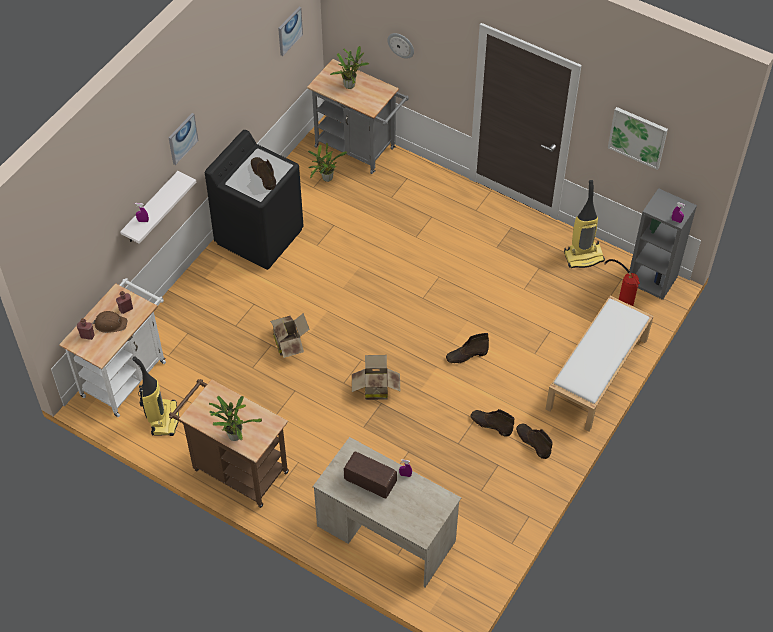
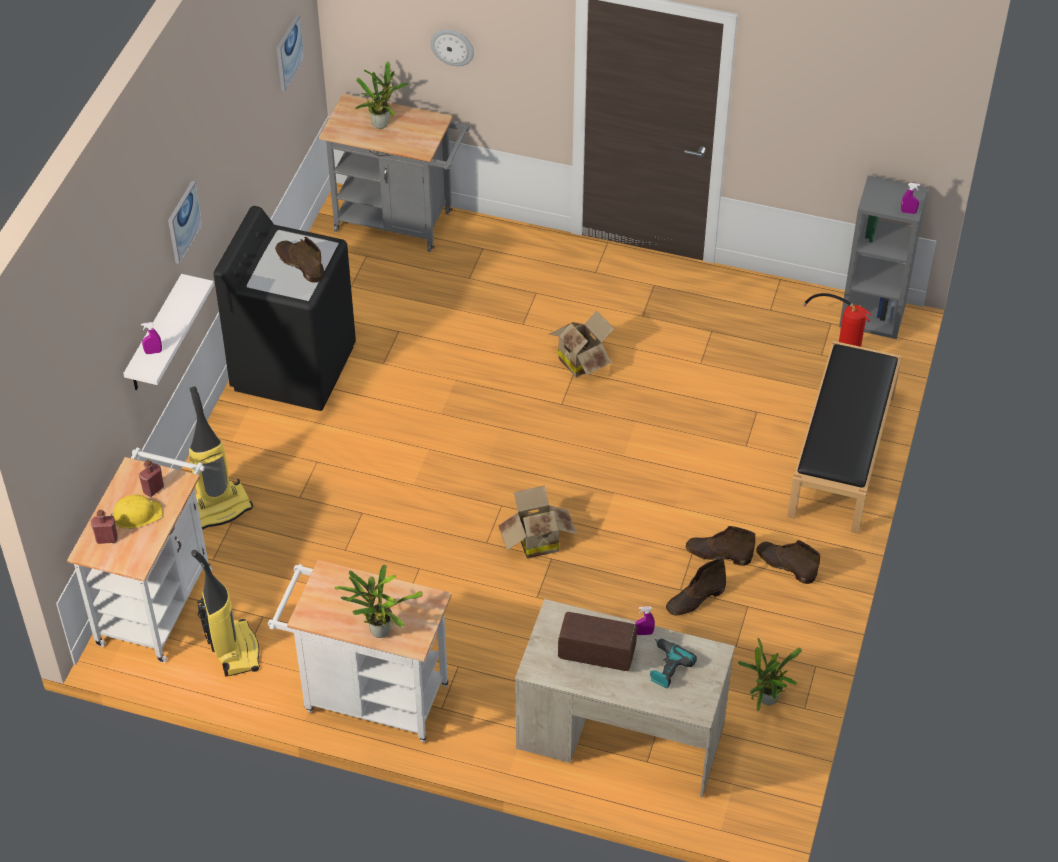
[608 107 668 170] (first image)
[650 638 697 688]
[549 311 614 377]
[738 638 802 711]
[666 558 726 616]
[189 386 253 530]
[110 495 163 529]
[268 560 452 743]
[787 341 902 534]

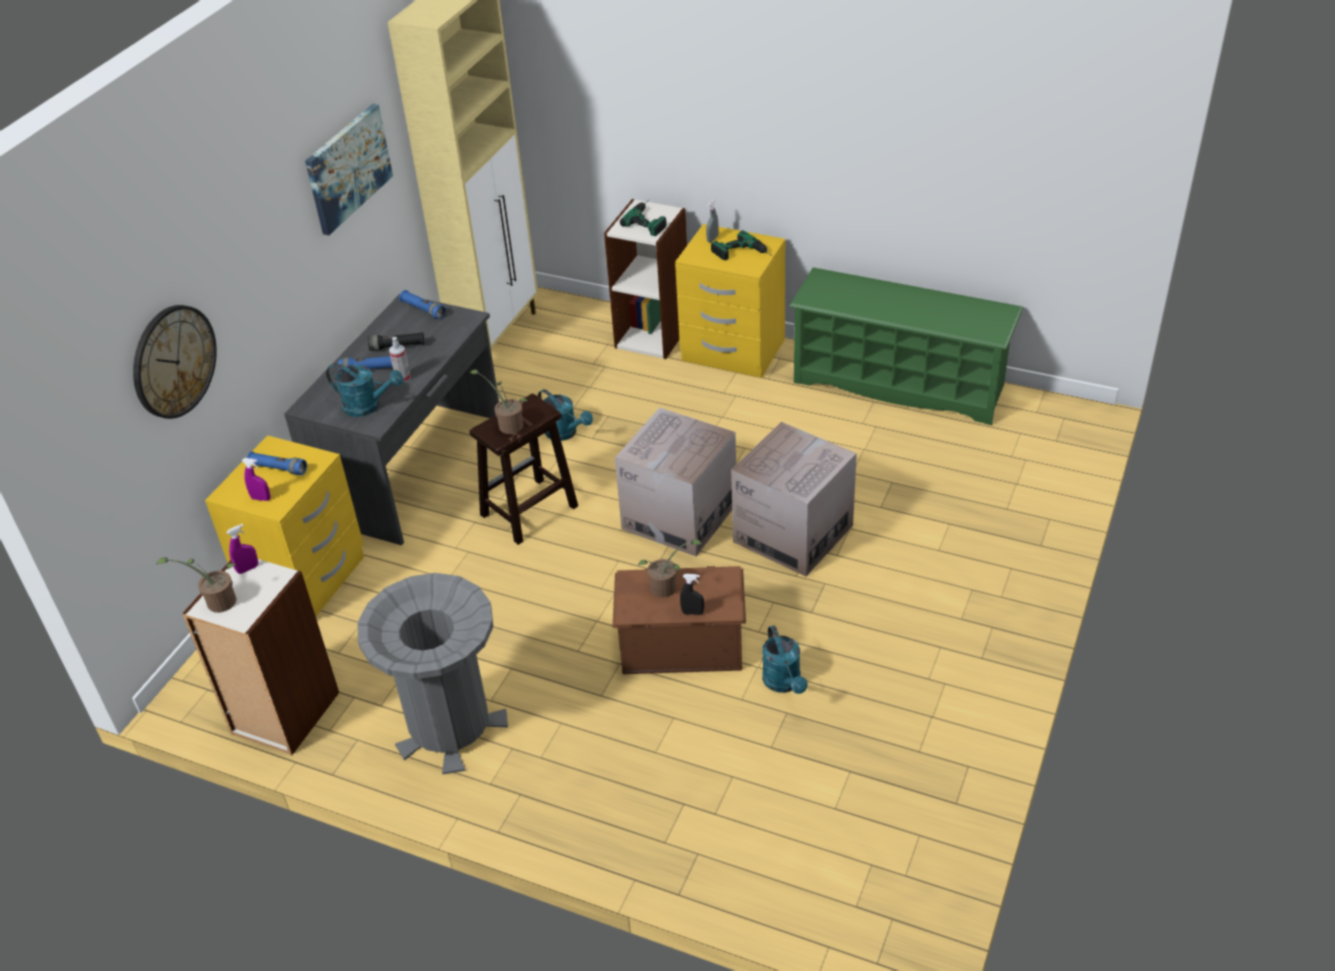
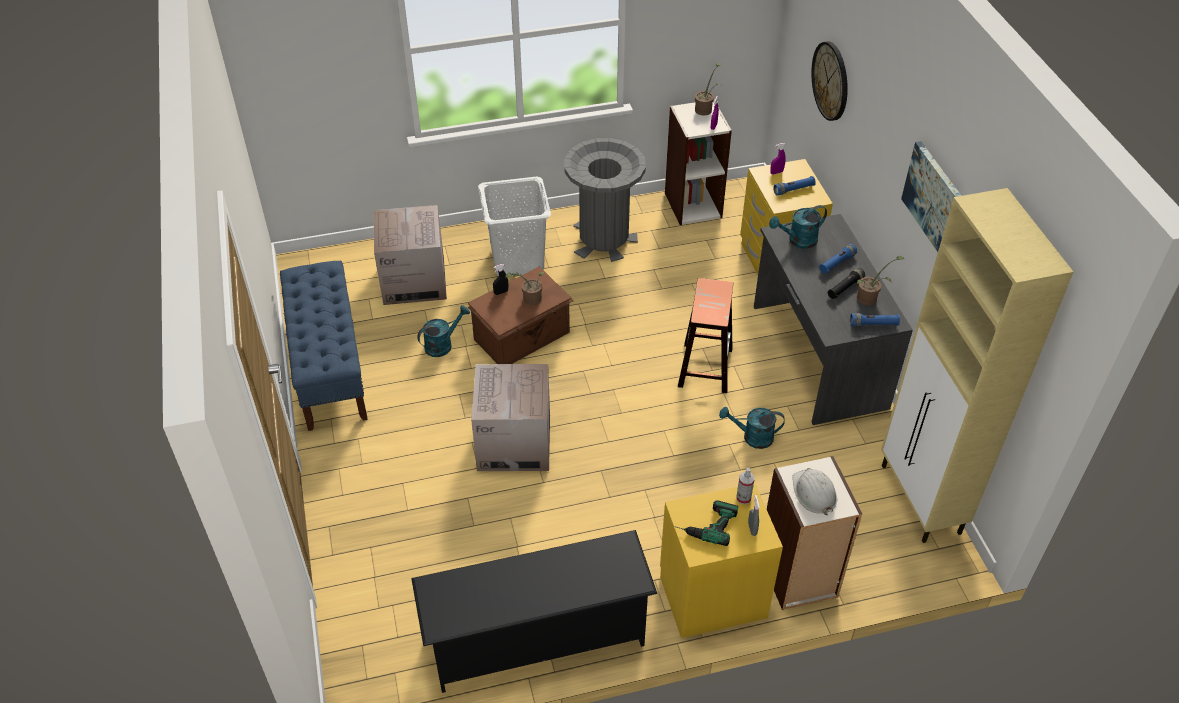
[280 261 368 431]
[478 177 551 276]
[736 468 754 505]
[857 256 904 305]
[374 205 447 305]
[792 468 837 515]
[411 530 657 693]
[417 305 470 357]

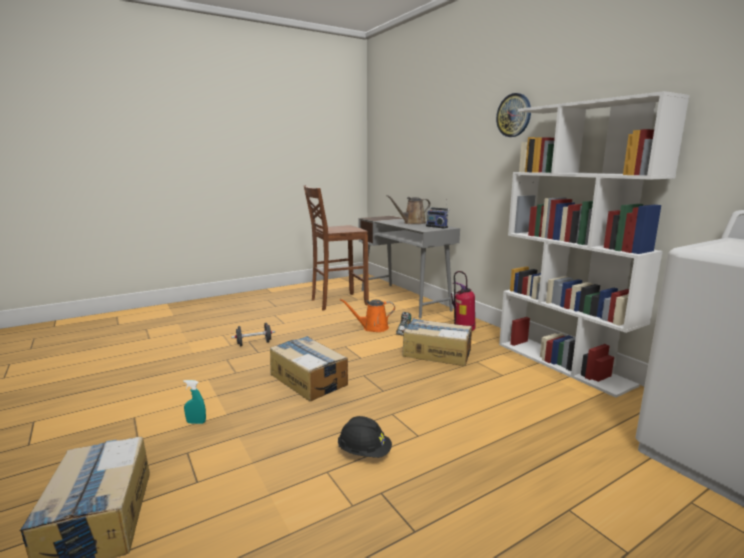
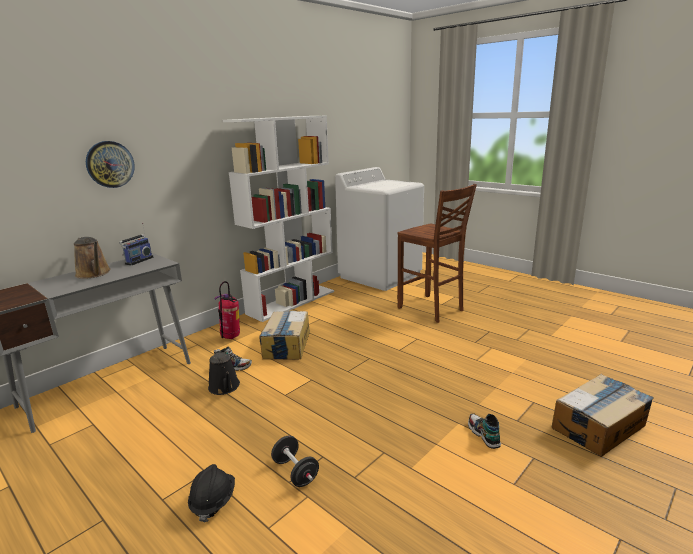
[270 336 348 401] (first image)
[398 184 477 323]
[188 464 235 522]
[86 141 135 188]
[468 414 501 449]
[208 349 240 395]

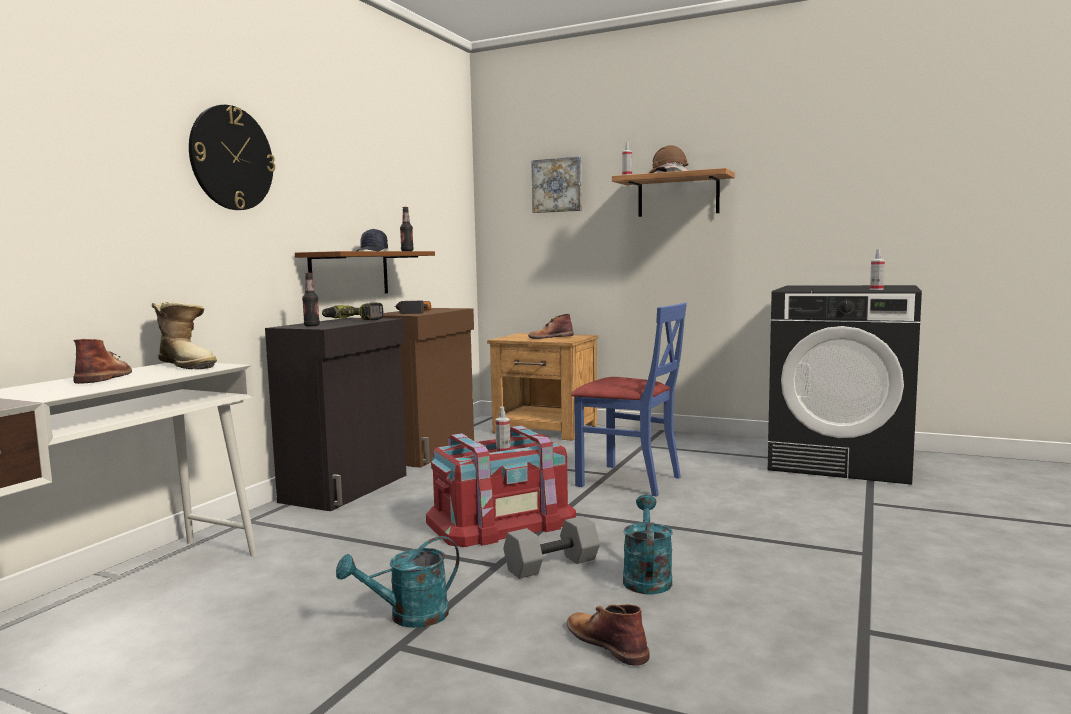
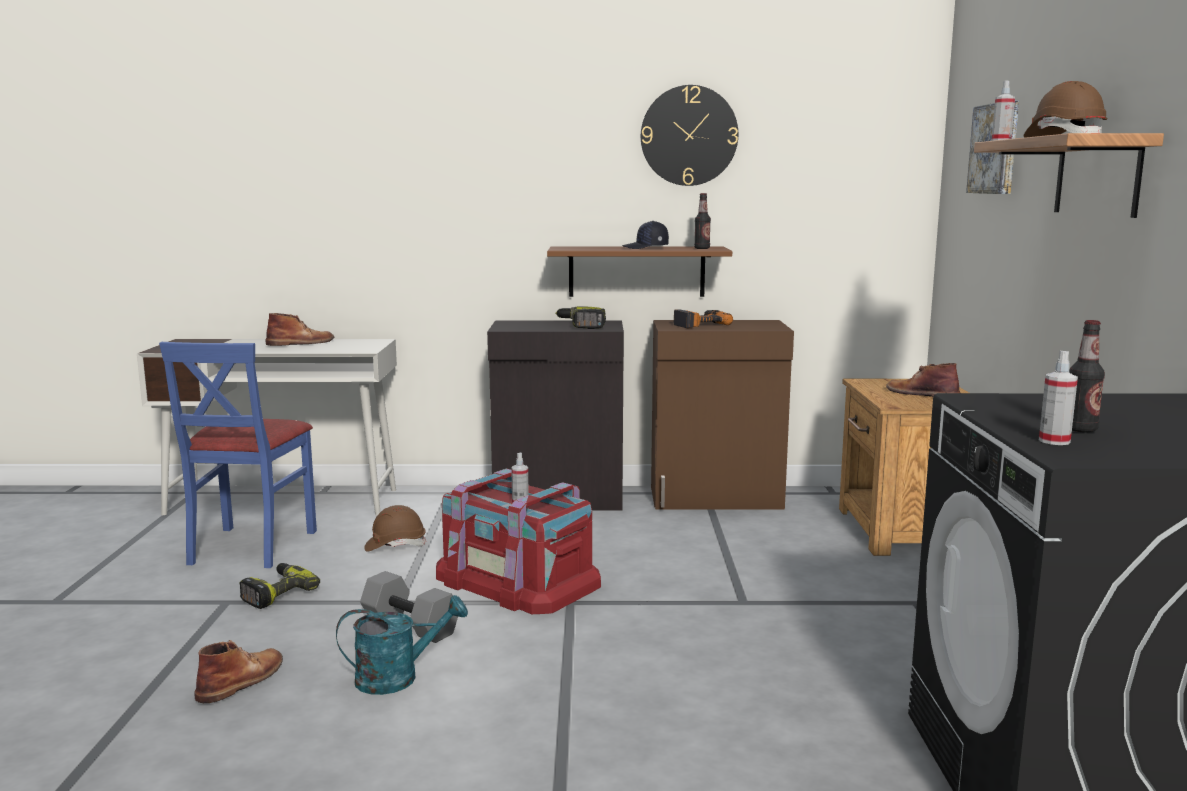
[152 301 217 370] (first image)
[364 505 426 552]
[641 85 738 186]
[1069 320 1105 432]
[159 342 317 568]
[239 563 320 609]

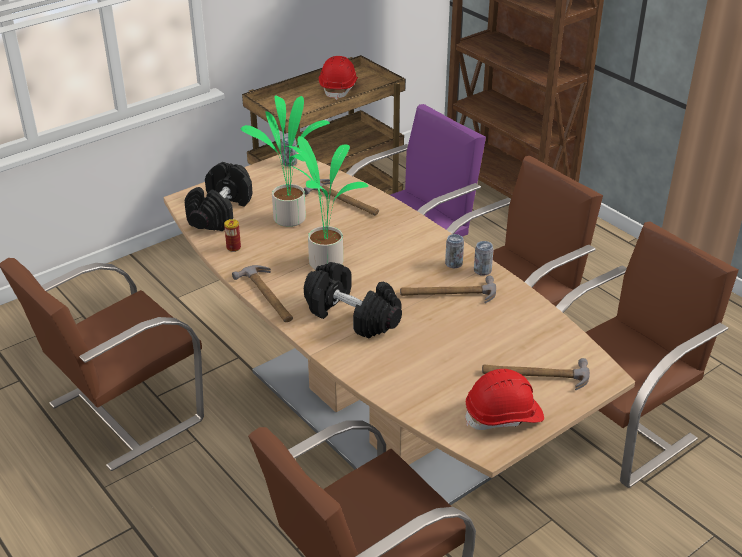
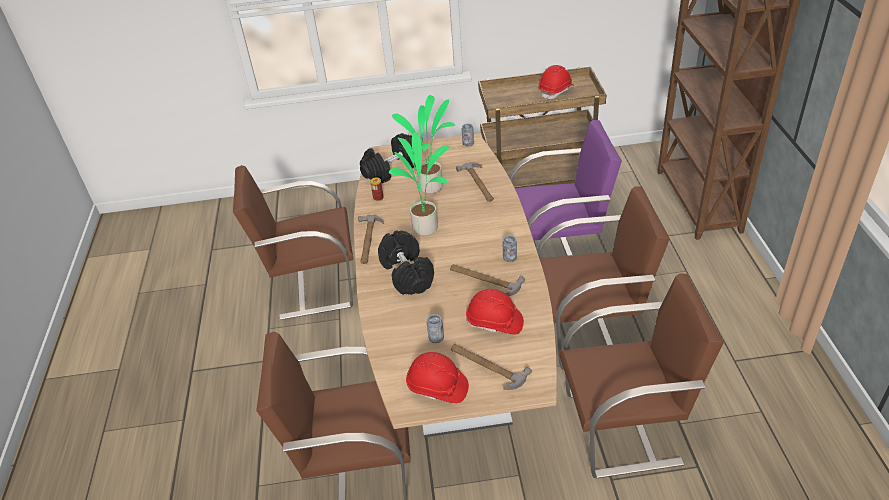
[466 289 524 334]
[427 314 444 343]

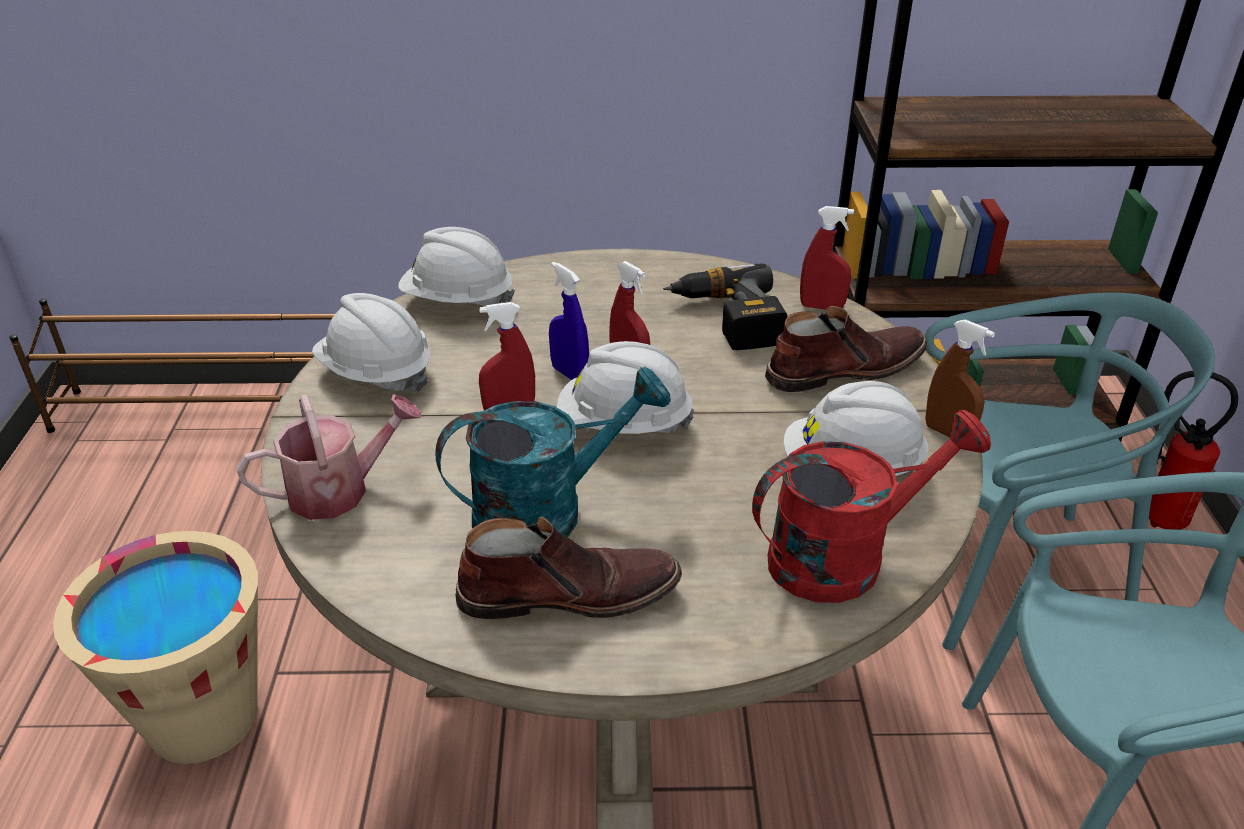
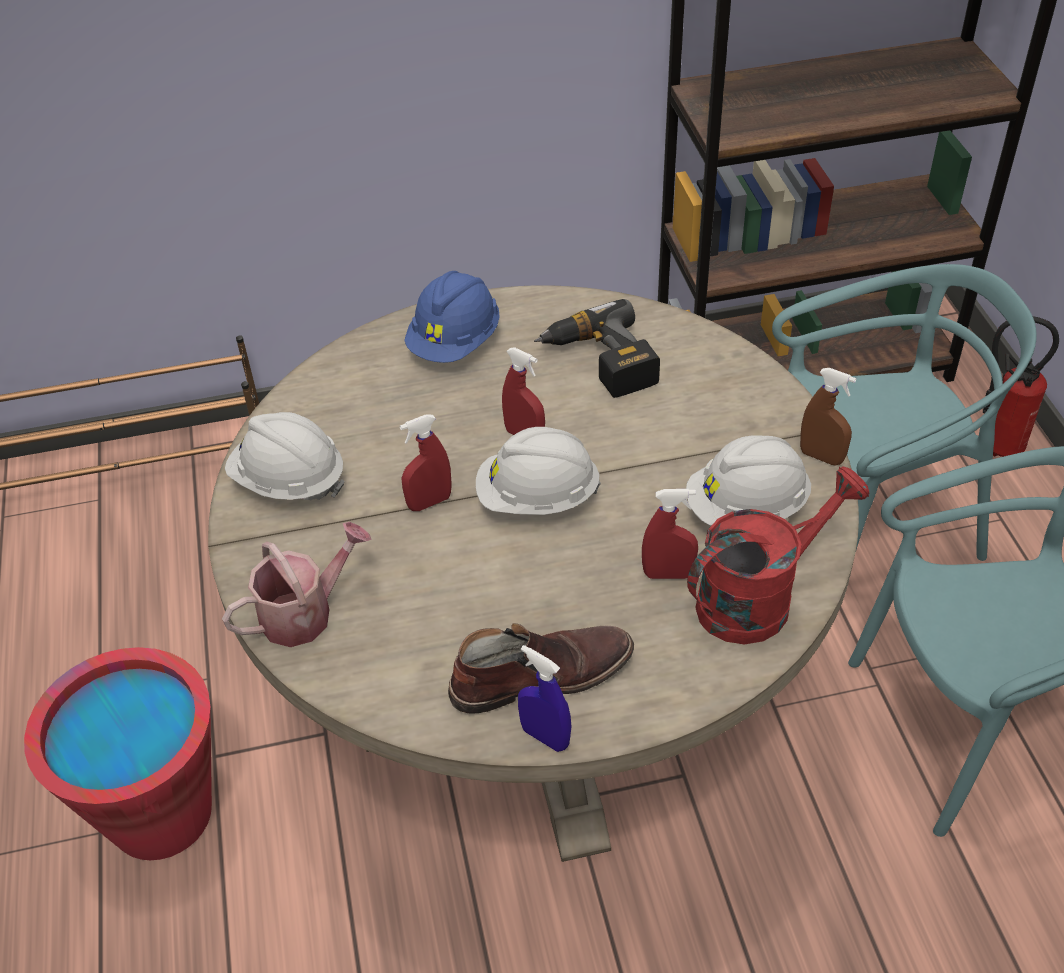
[398 227 515 306] (first image)
[435 367 671 537] (first image)
[765 306 927 392] (first image)
[404 271 500 363]
[518 645 572 752]
[642 489 698 579]
[24 647 212 860]

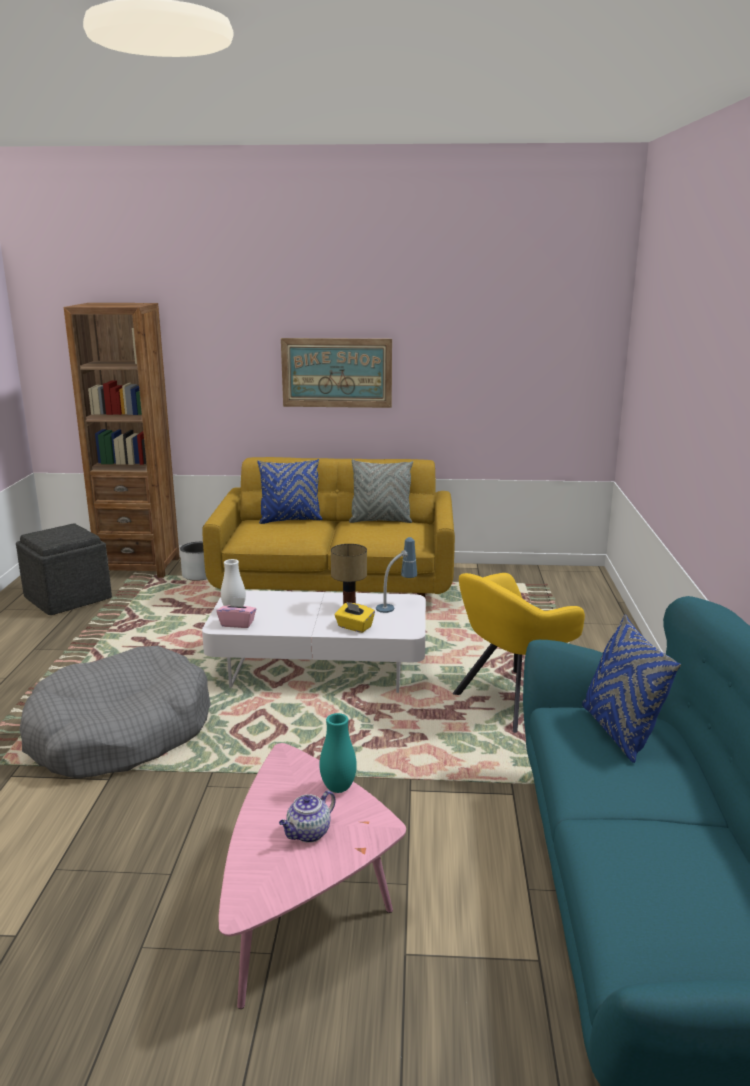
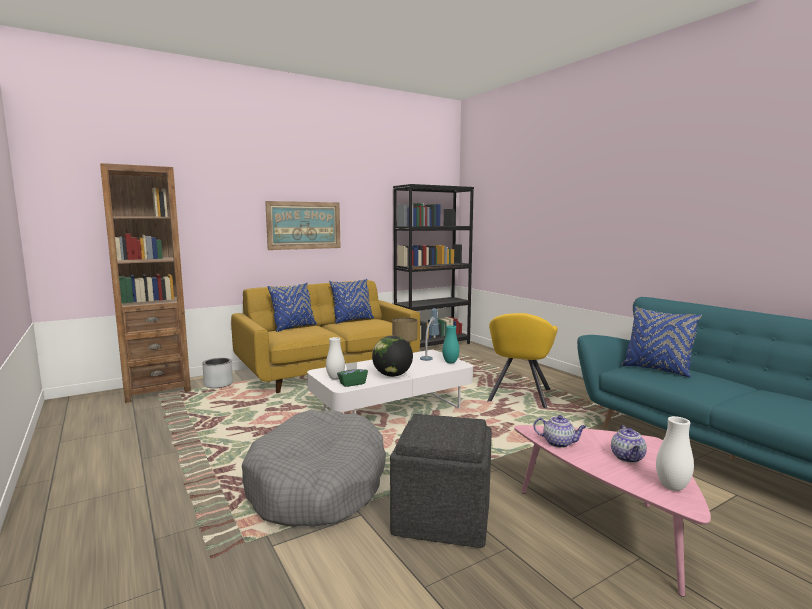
[334 602 375 633] (first image)
[372 336 413 377]
[393 184 474 347]
[534 415 586 448]
[656 416 694 491]
[390 414 492 548]
[442 325 459 363]
[337 362 368 387]
[329 279 374 324]

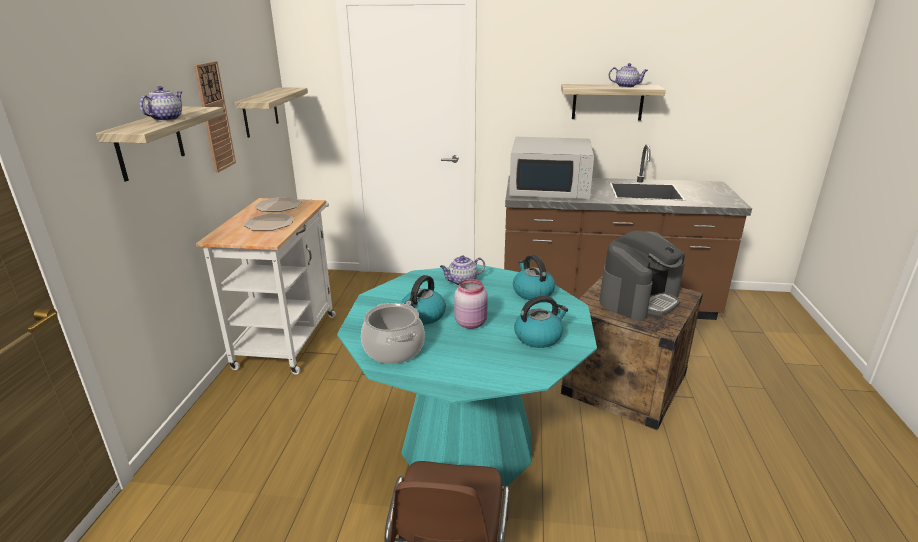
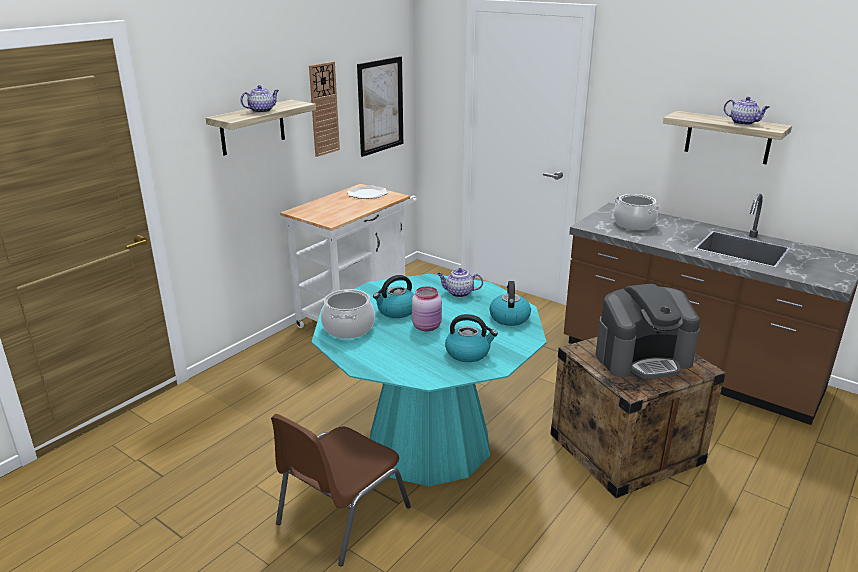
[244 214 295 231] (first image)
[357 56 403 157]
[614 194 660 230]

